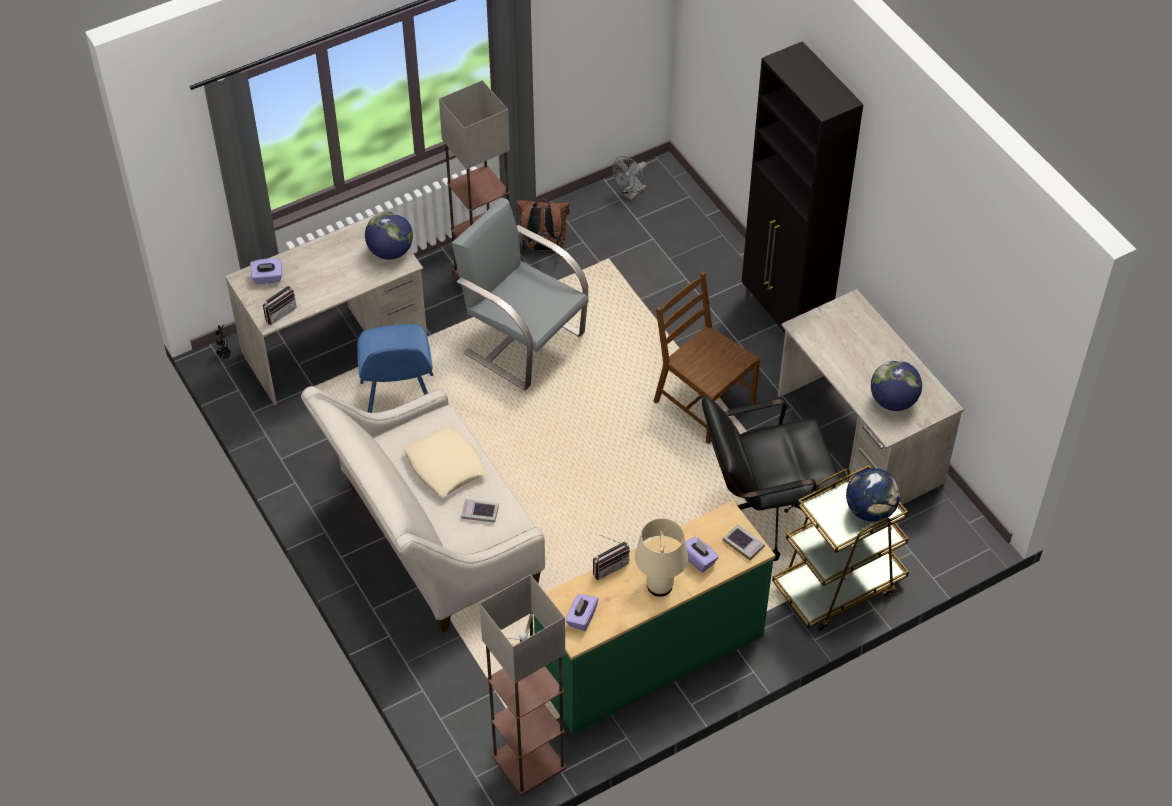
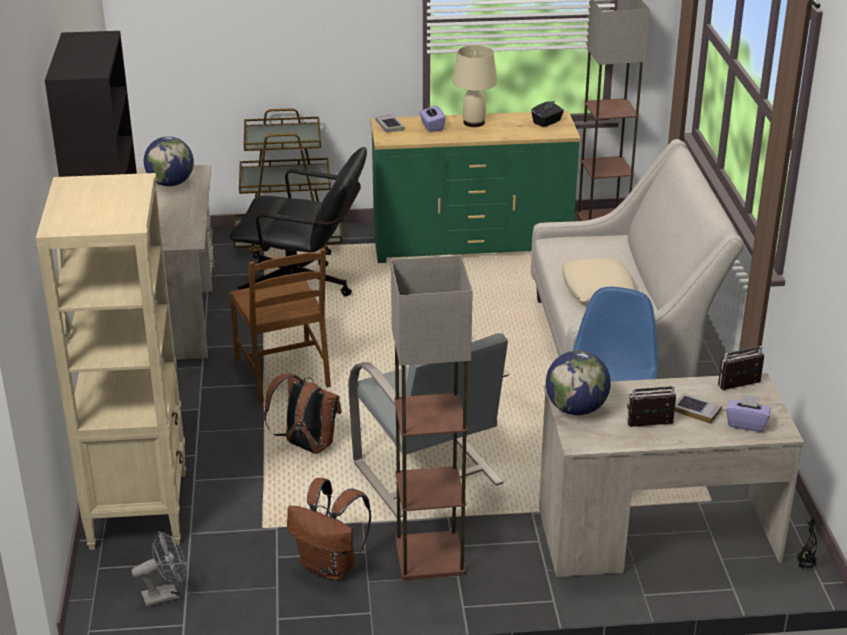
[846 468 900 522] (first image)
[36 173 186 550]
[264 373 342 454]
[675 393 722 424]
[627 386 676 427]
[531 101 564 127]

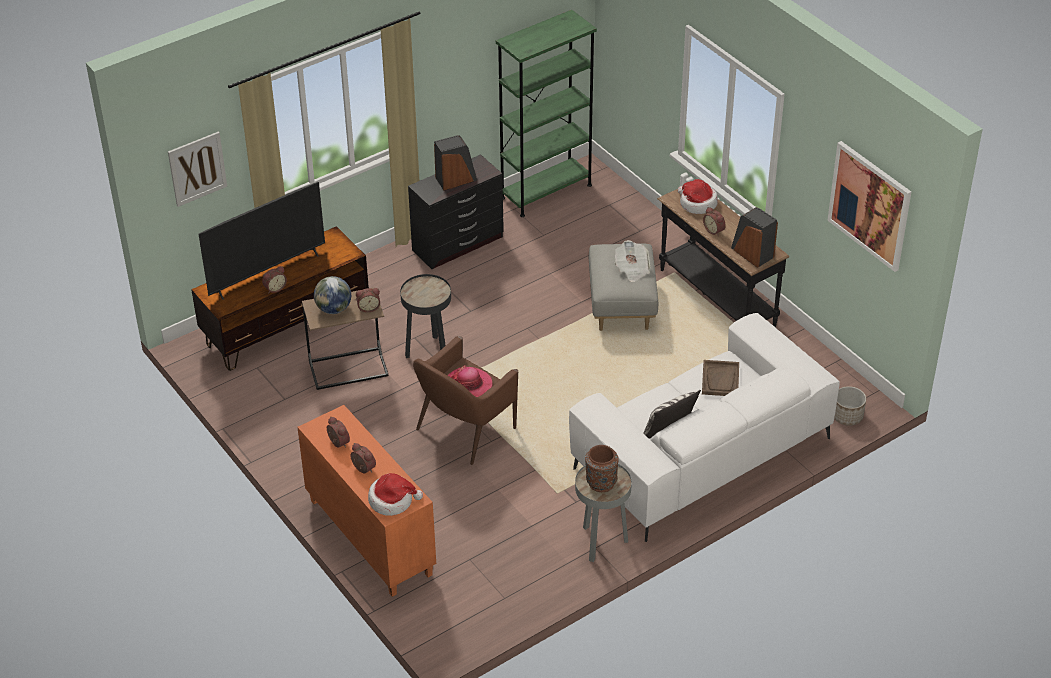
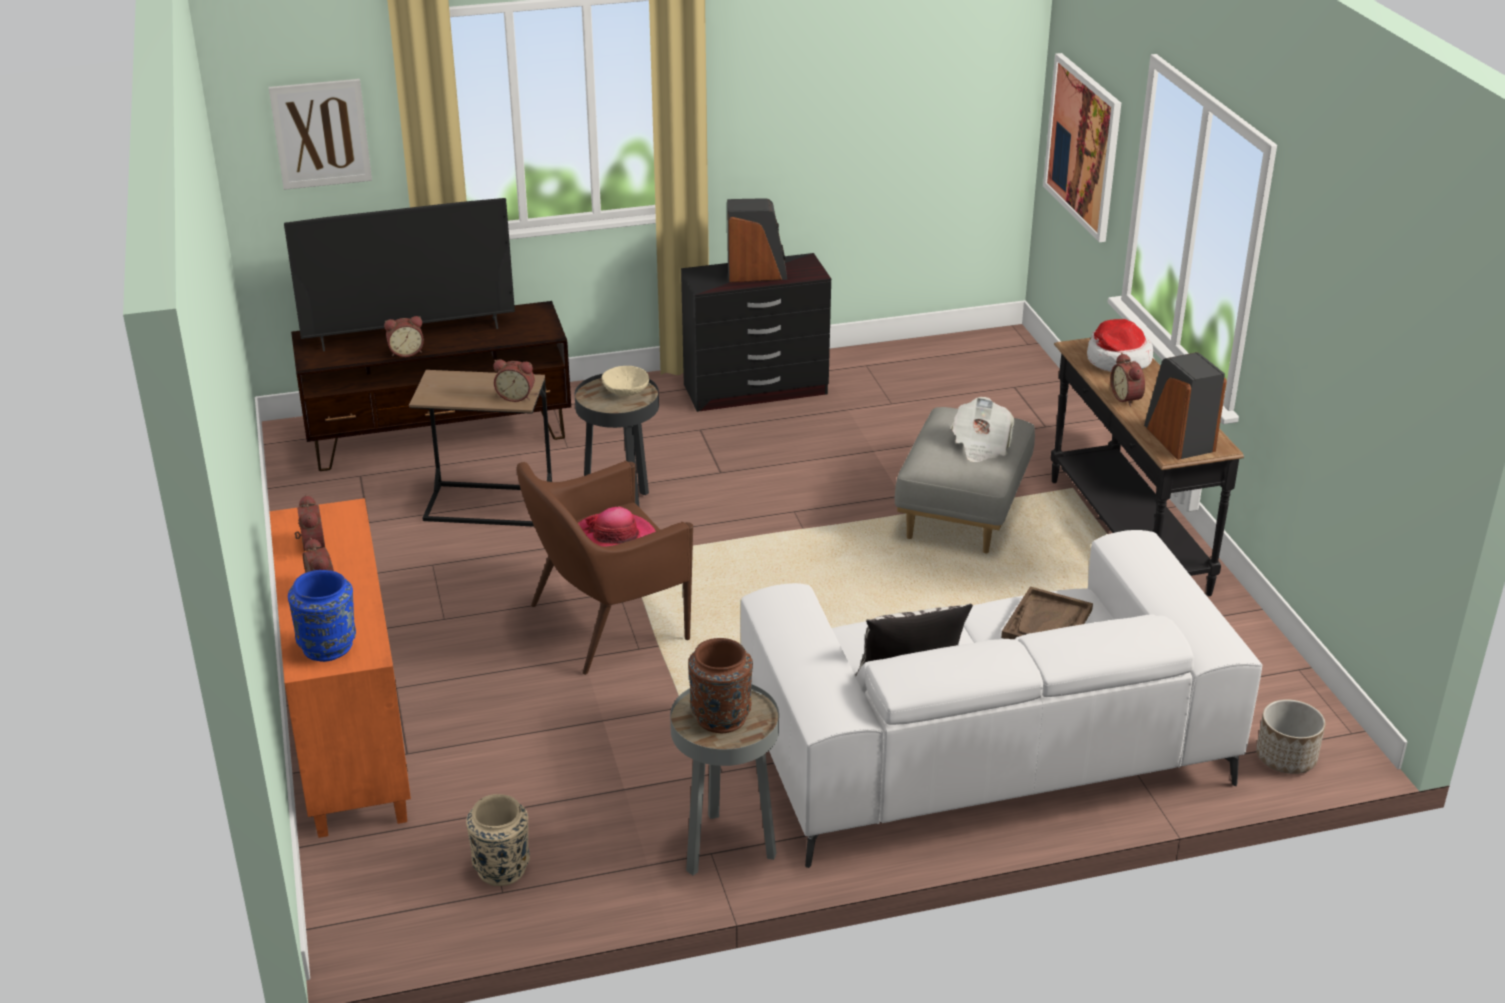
[314 276 351 314] (first image)
[496 10 597 217] (first image)
[466 794 530 886]
[601 366 649 396]
[1043 53 1121 242]
[288 570 356 662]

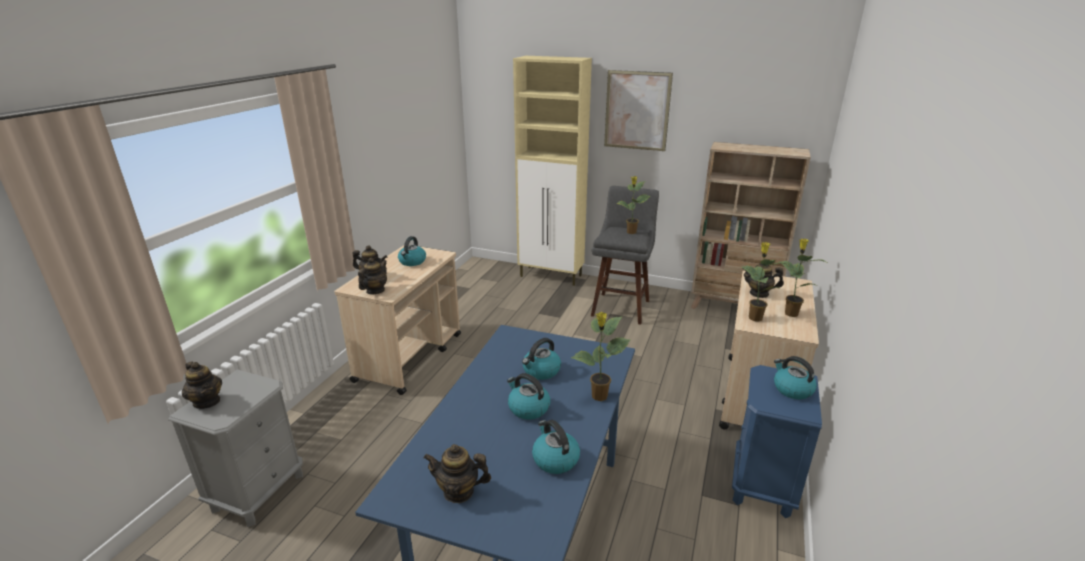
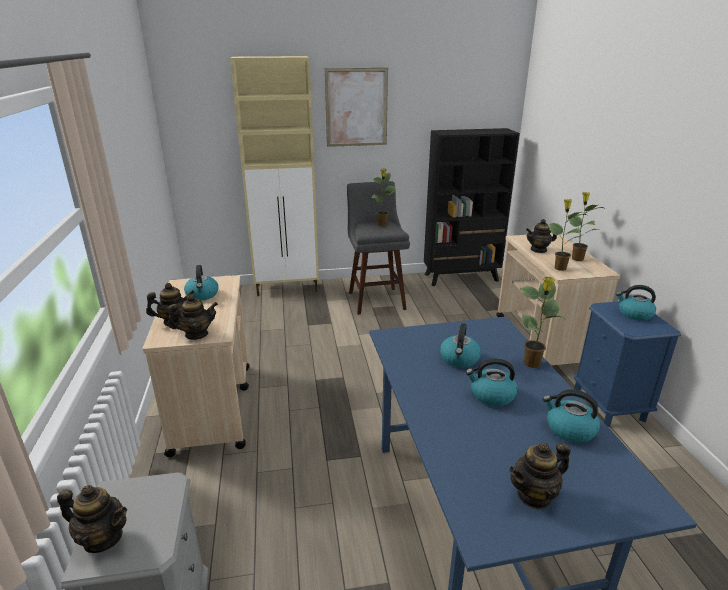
[424 128 520 286]
[168 294 218 340]

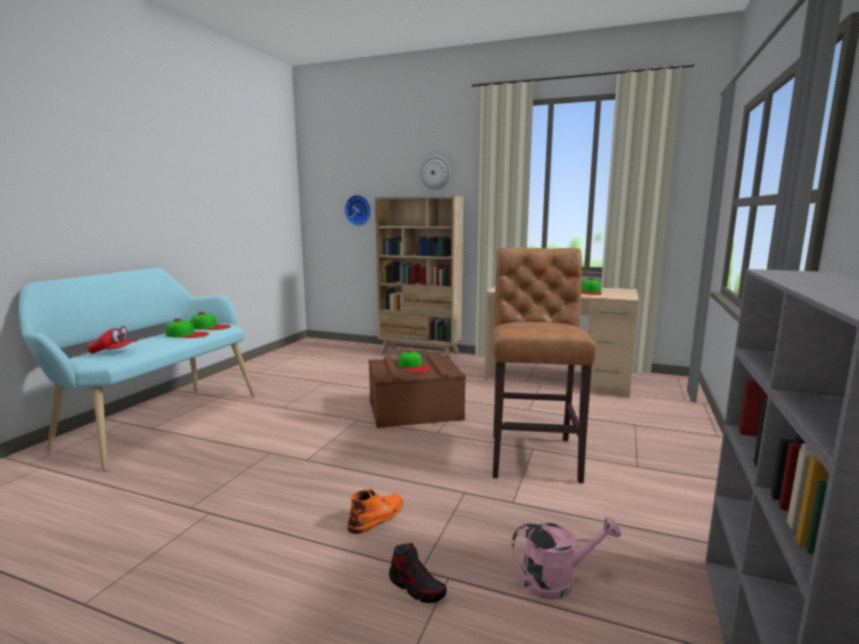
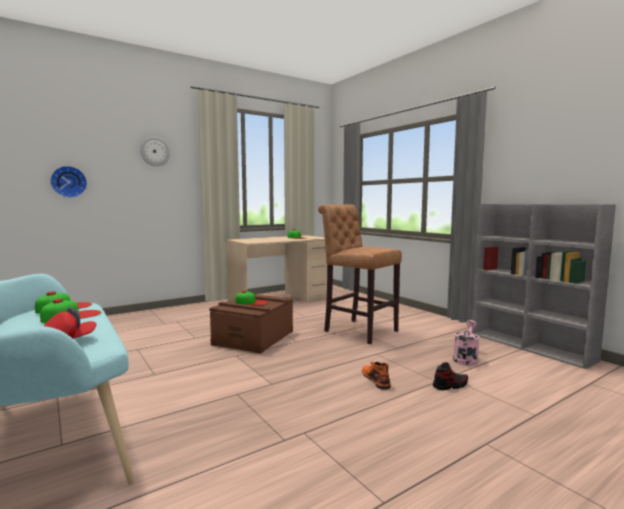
[375 196 464 359] (first image)

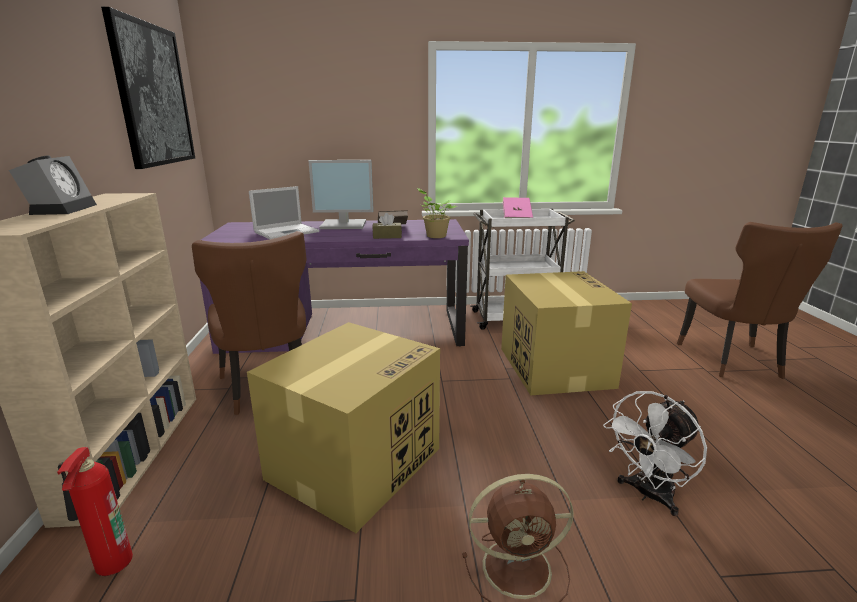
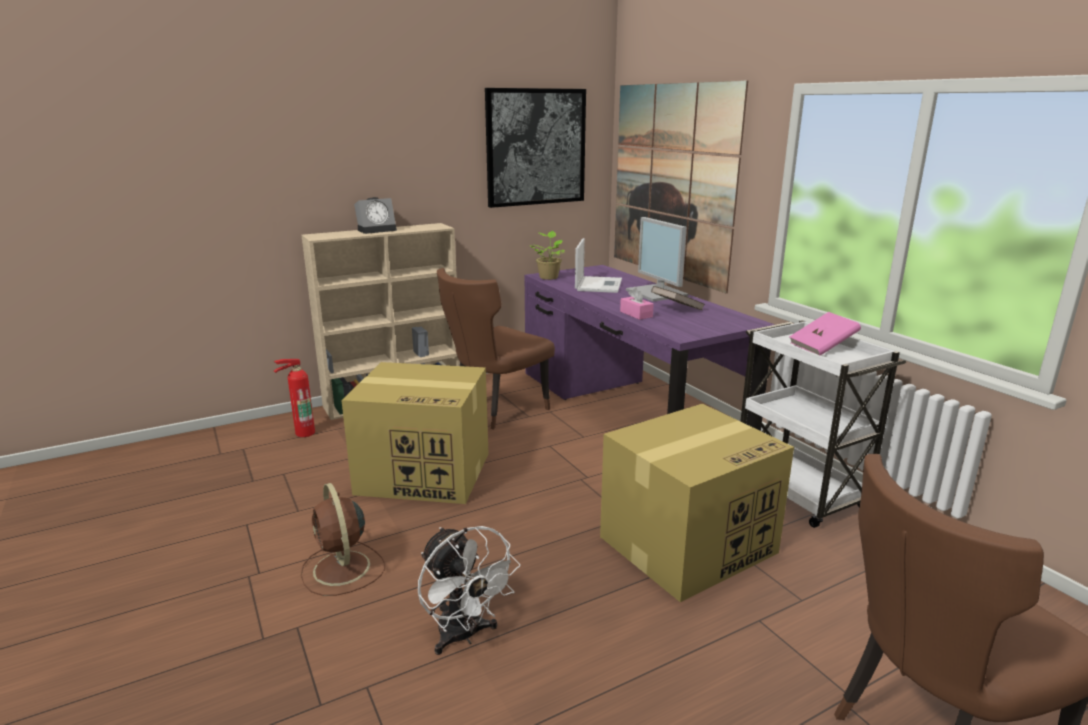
[614 80 748 293]
[529 231 565 280]
[620 288 654 320]
[575 238 622 293]
[418 526 521 655]

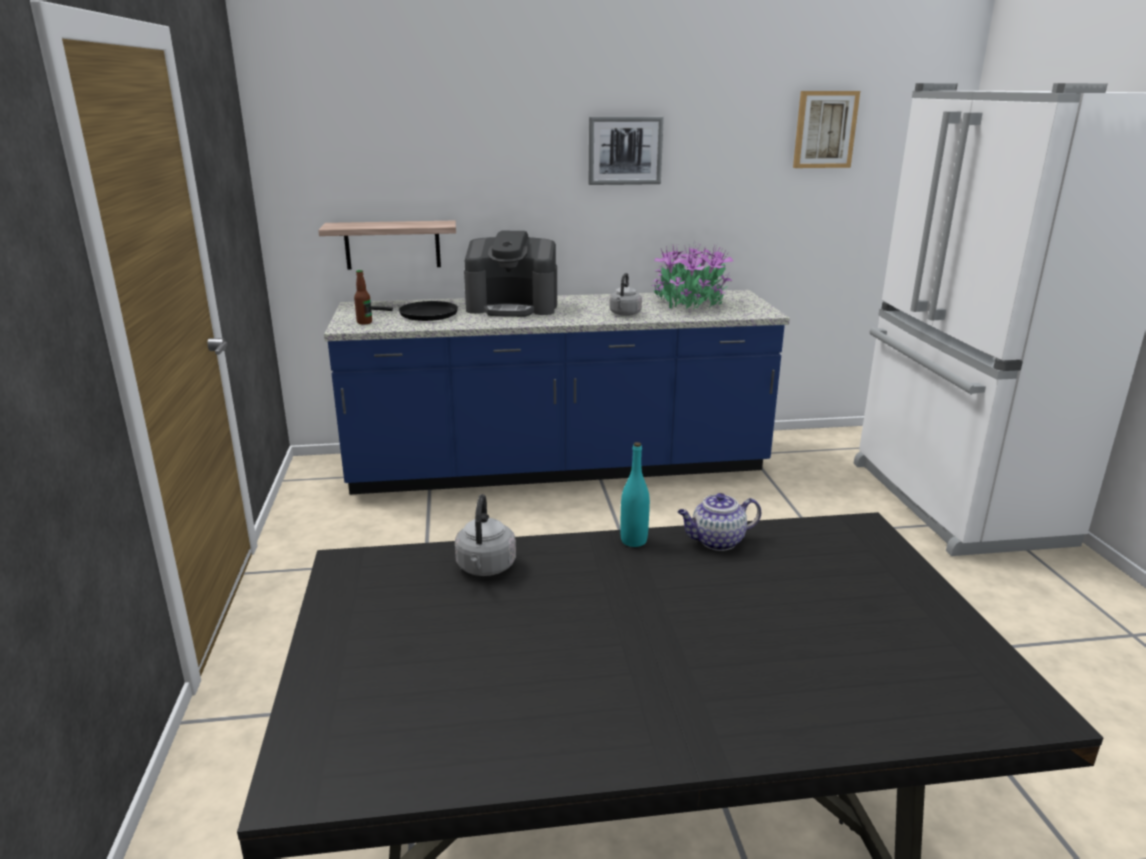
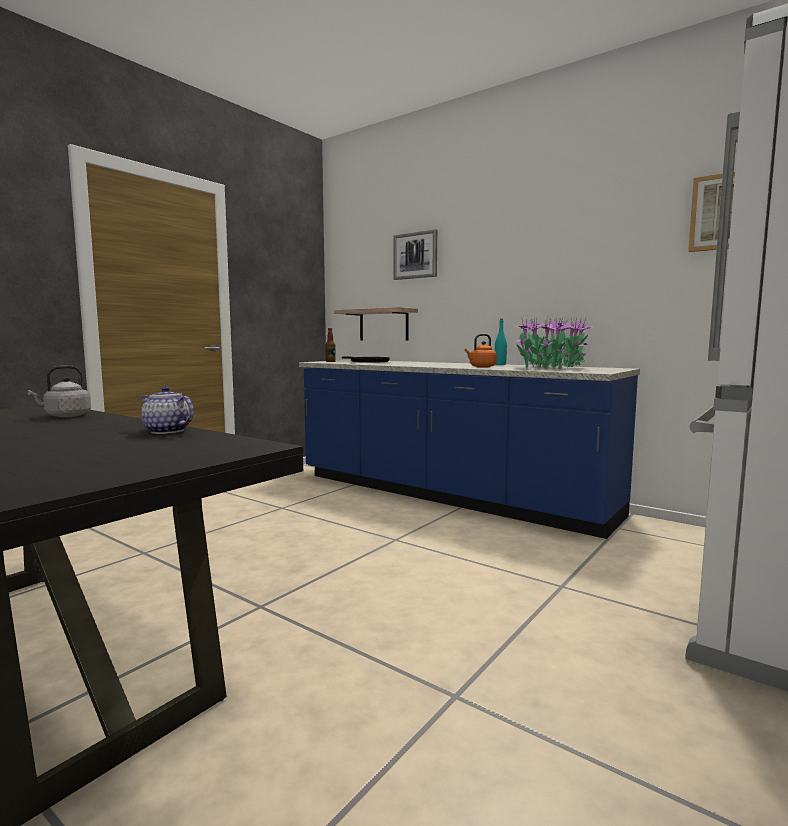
[464 231 557 317] (first image)
[393 229 437 280]
[495 319 507 365]
[465 334 497 368]

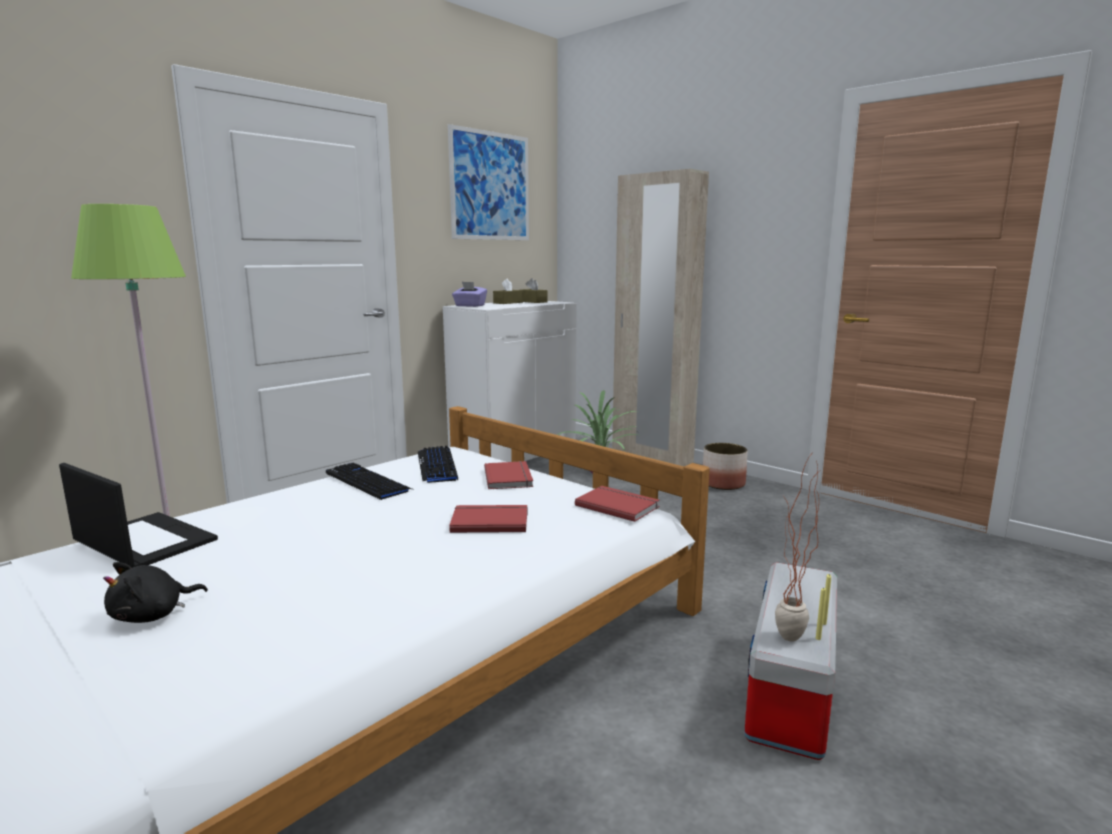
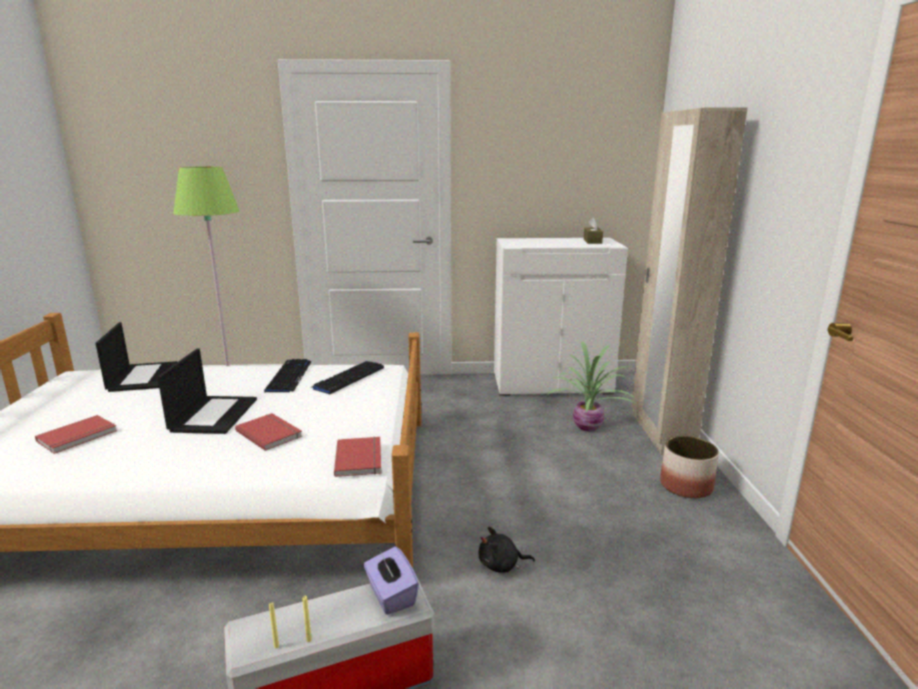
[448 124 529 240] (first image)
[493 279 523 304] (first image)
[775 455 819 642] (first image)
[157 348 257 434]
[479 527 535 573]
[364 546 419 615]
[35 415 117 454]

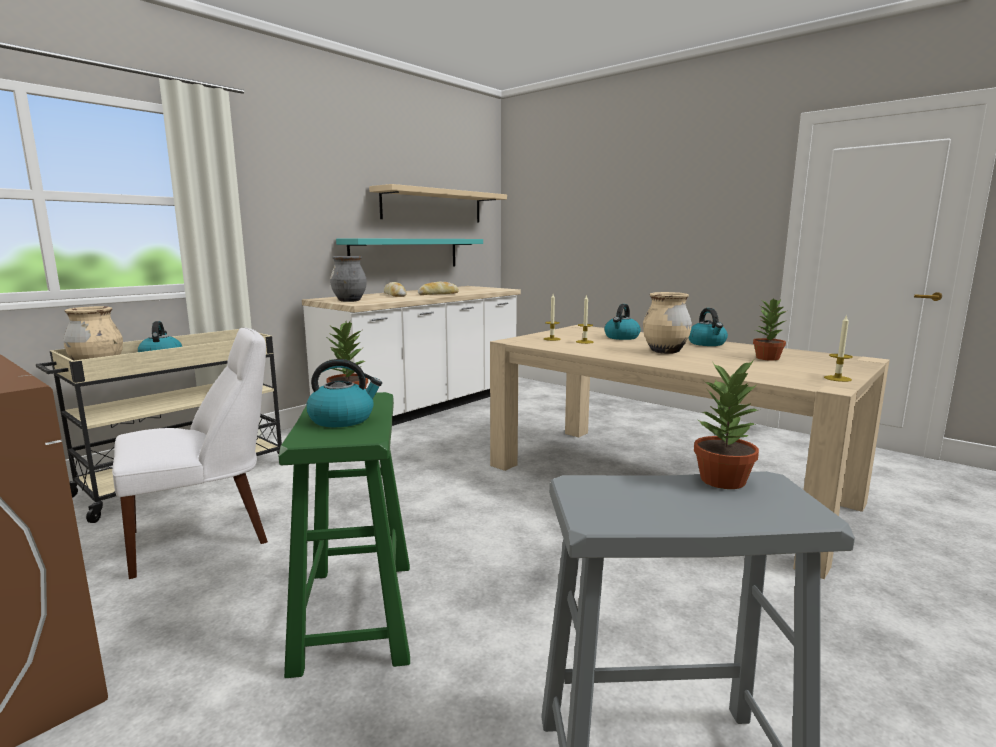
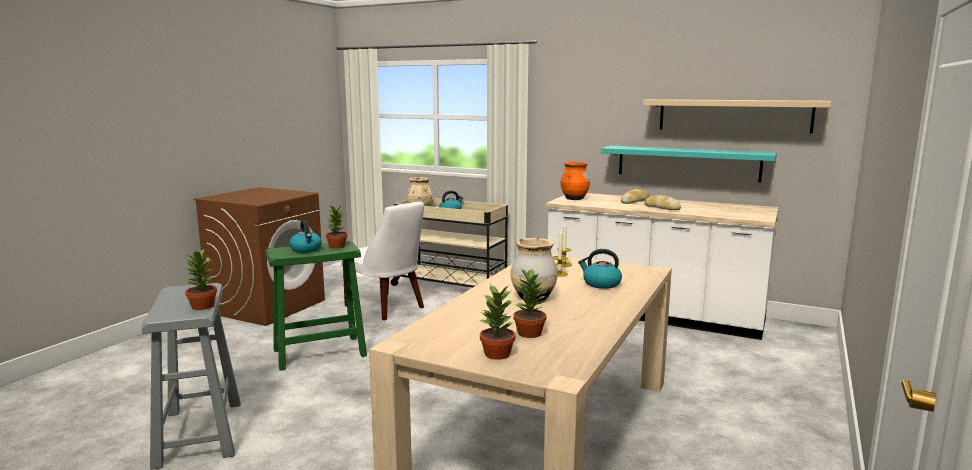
[689 308 728 346] (first image)
[824 314 853 382] (first image)
[479 284 515 360]
[560 162 590 200]

